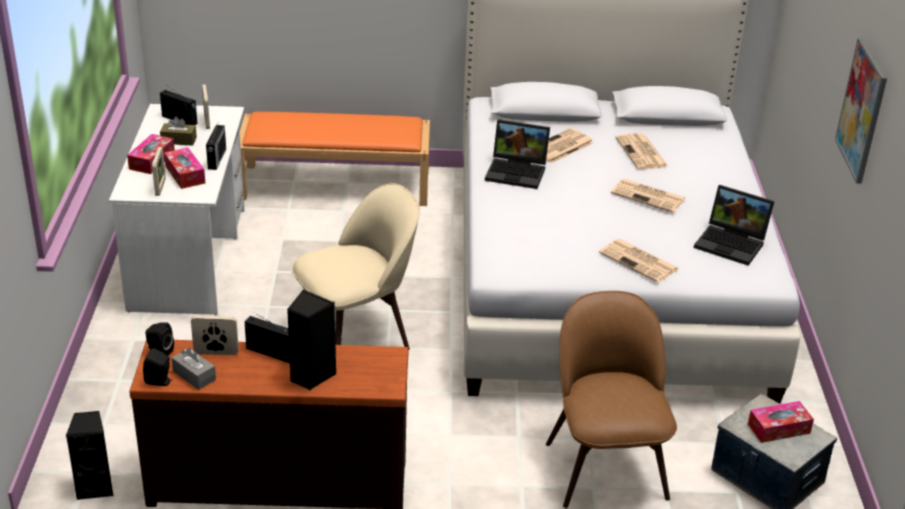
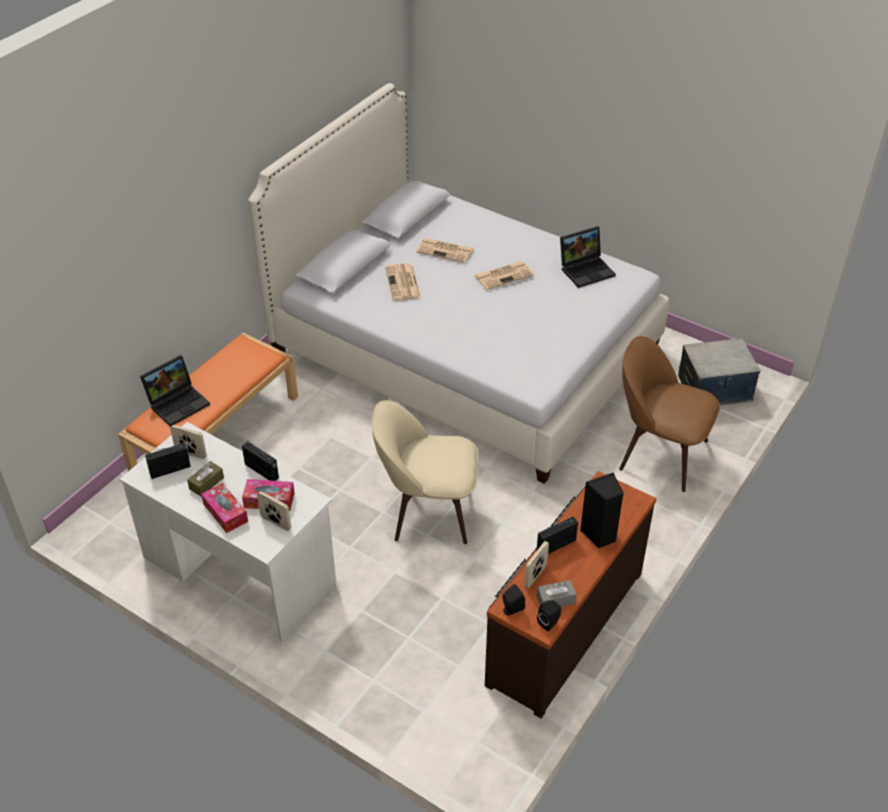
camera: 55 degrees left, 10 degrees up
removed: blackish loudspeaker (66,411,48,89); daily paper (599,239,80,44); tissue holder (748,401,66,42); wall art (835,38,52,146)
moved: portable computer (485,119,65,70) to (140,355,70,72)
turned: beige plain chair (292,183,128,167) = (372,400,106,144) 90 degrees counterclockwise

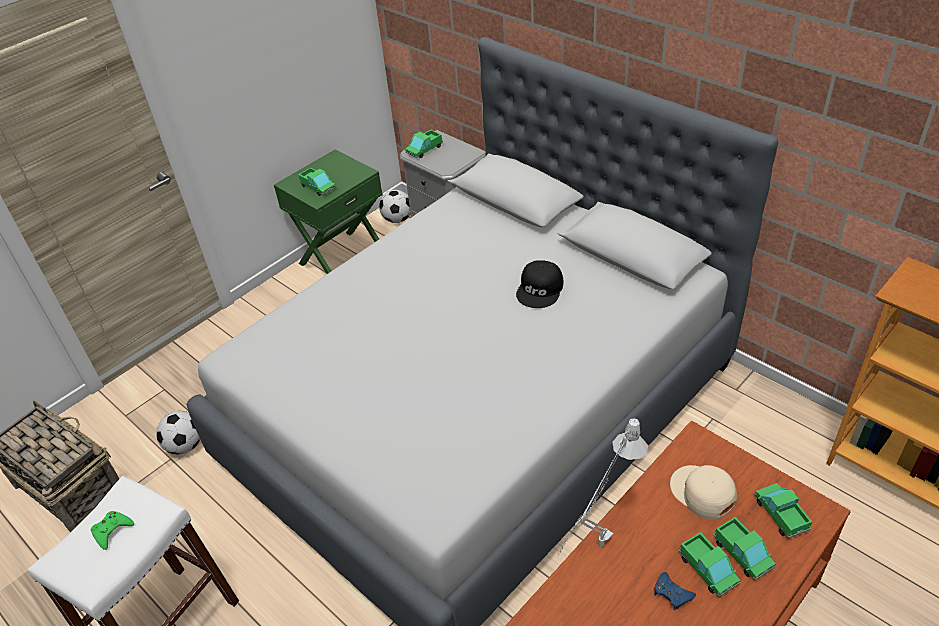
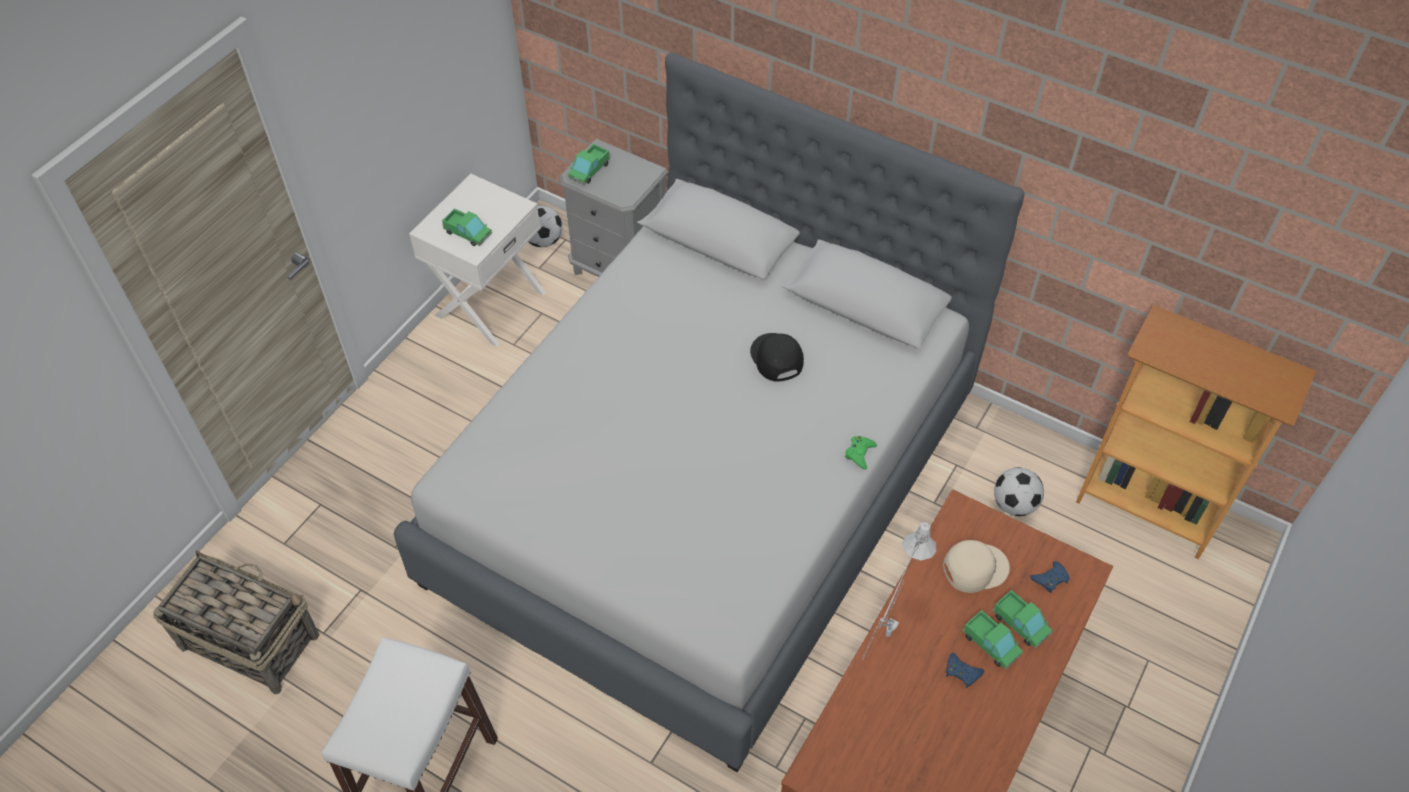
camera: 15 degrees left, 10 degrees up
moved: greenish joypad (91,511,43,39) to (845,436,32,33); ball for football (156,411,44,43) to (994,467,50,49)
replaced: toy lorry (754,483,58,56) to blue-coloured joypad (1030,561,40,32)
recoloured: greenish night table (274,150,109,124) to whitish night table (409,174,137,173)
turned: blackish baseball cap (516,260,47,48) = (750,333,54,49) 150 degrees clockwise; beige baseball cap (670,465,67,55) = (943,540,67,53) 120 degrees clockwise

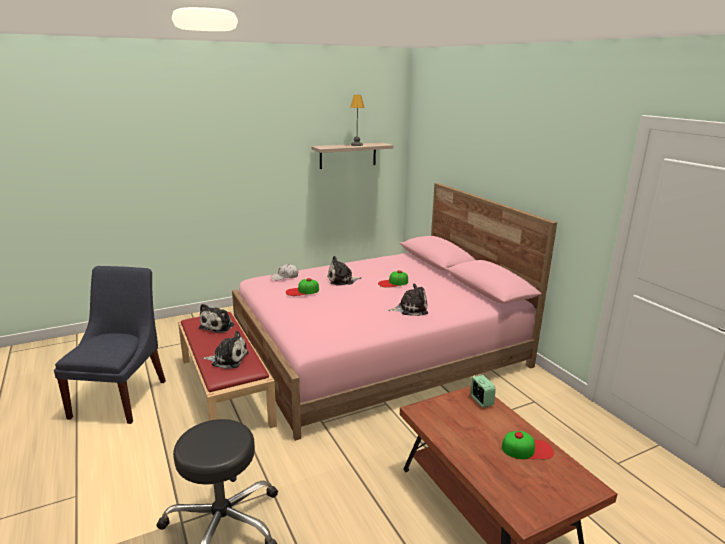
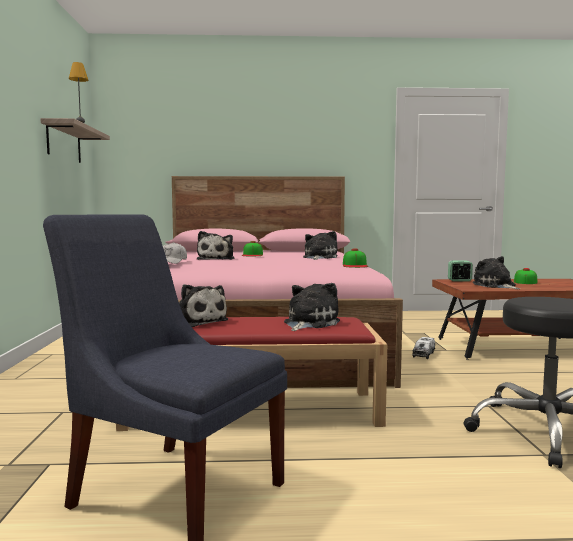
camera: 65 degrees left, 15 degrees down
added: toy lorry (412,337,23,22); plush toy (473,256,47,33)
moved: baseball cap (286,278,33,18) to (343,248,25,20)

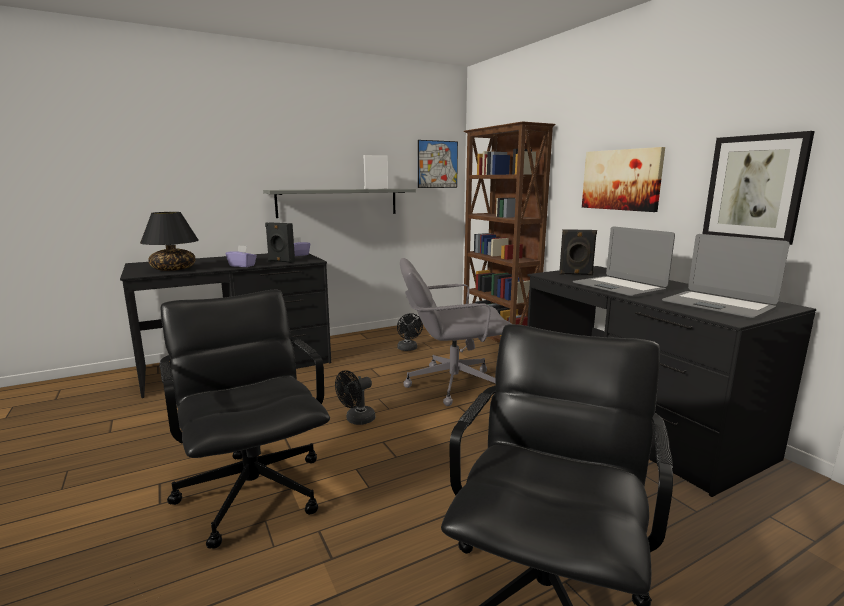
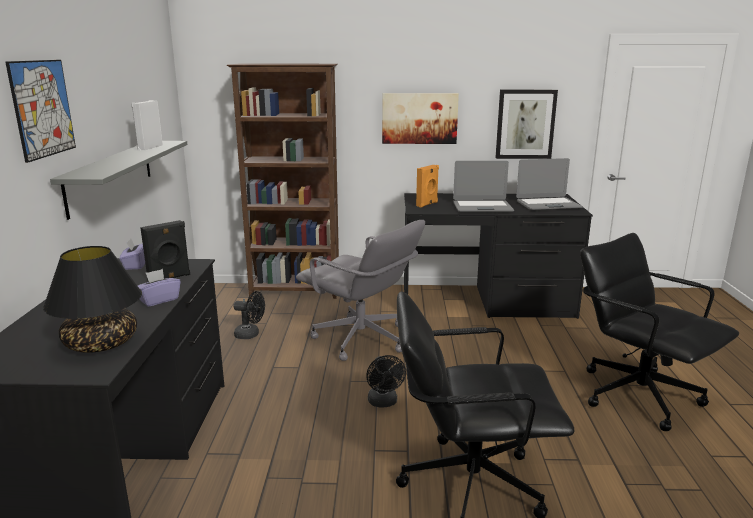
camera: 60 degrees left, 5 degrees up
moved: wall art (418,140,40,48) to (5,60,71,103)
recoloured: blackish loudspeaker (559,229,38,47) to orange-coloured loudspeaker (416,165,23,42)
turned: greyish desk chair (400,258,111,148) = (296,220,129,141) 75 degrees counterclockwise

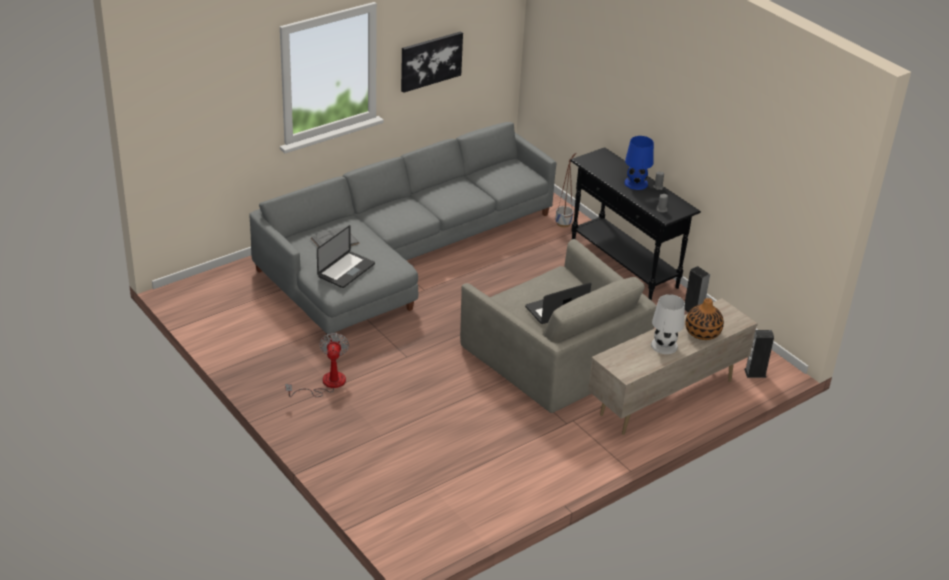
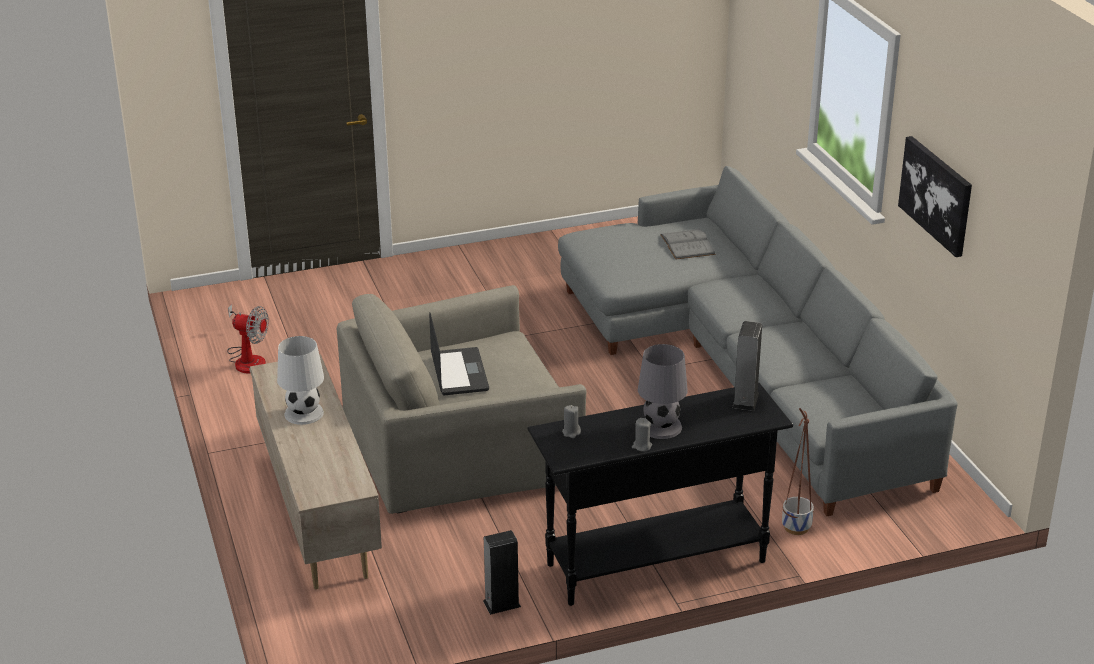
camera: 110 degrees right, 5 degrees down
removed: portable computer (317,225,58,63); decorative vase (685,298,39,42)
moved: electric fan (285,333,64,64) to (227,304,42,70); loudspeaker (744,330,30,48) to (732,321,30,90)
recoloured: blue-coloured table lamp (624,136,30,54) to greyish table lamp (638,344,50,95)

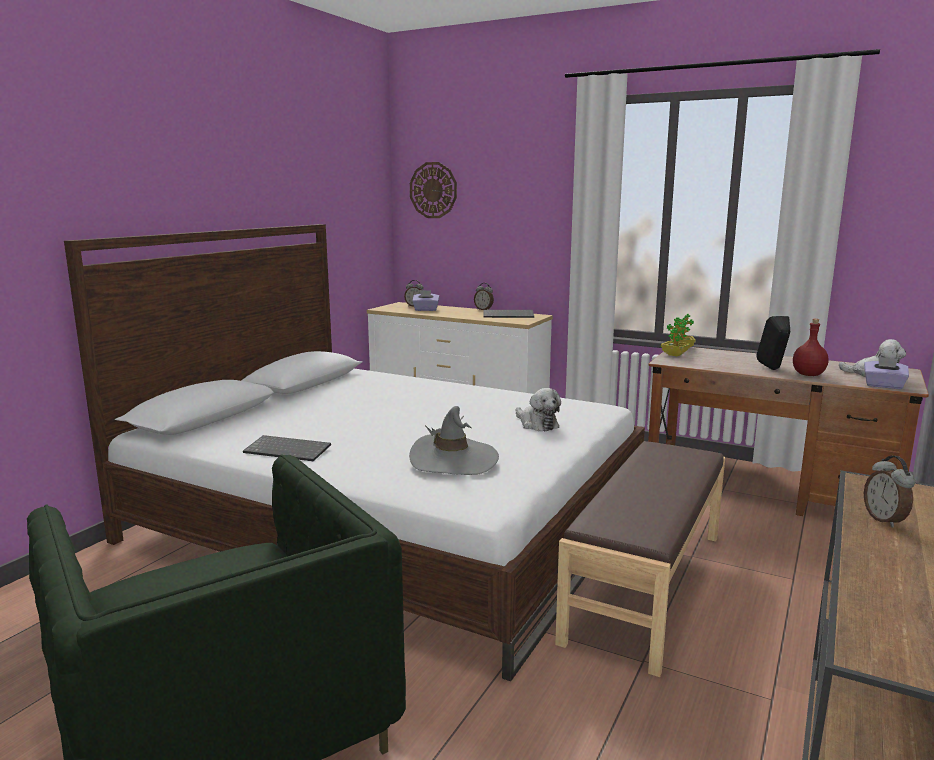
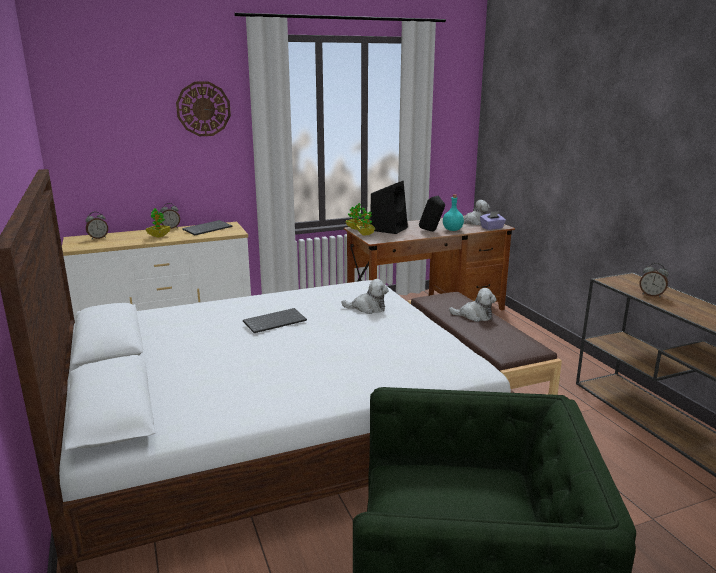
camera: 50 degrees left, 5 degrees up
removed: greyish clothing hat (409,406,90,69); purple tissue holder (412,290,27,21)
added: potted plant (146,208,25,30); blackish loudspeaker (371,181,37,53); plush toy (449,288,48,34)
moved: hanging clock (410,162,47,56) to (176,82,55,54); computer keyboard (243,435,88,26) to (243,308,64,25)
recoloured: reddish drink bottle (793,319,36,57) to turquoise drink bottle (443,194,21,37)

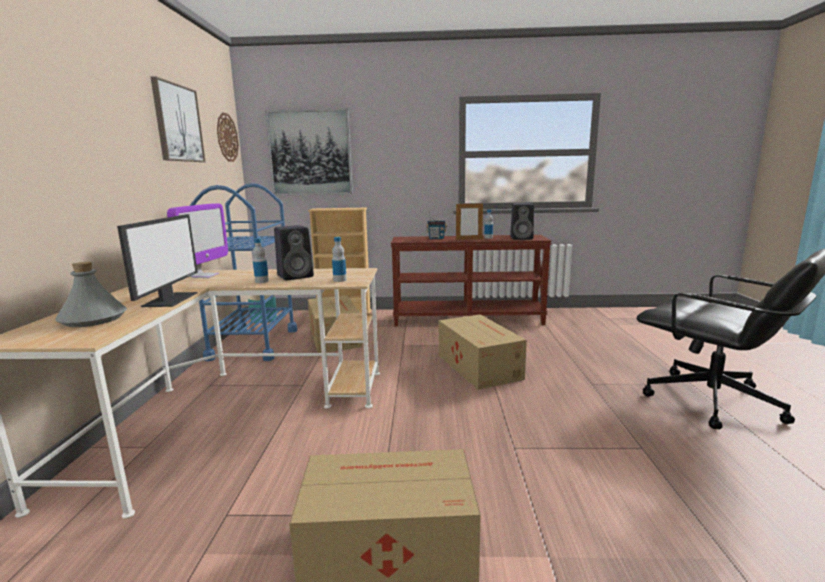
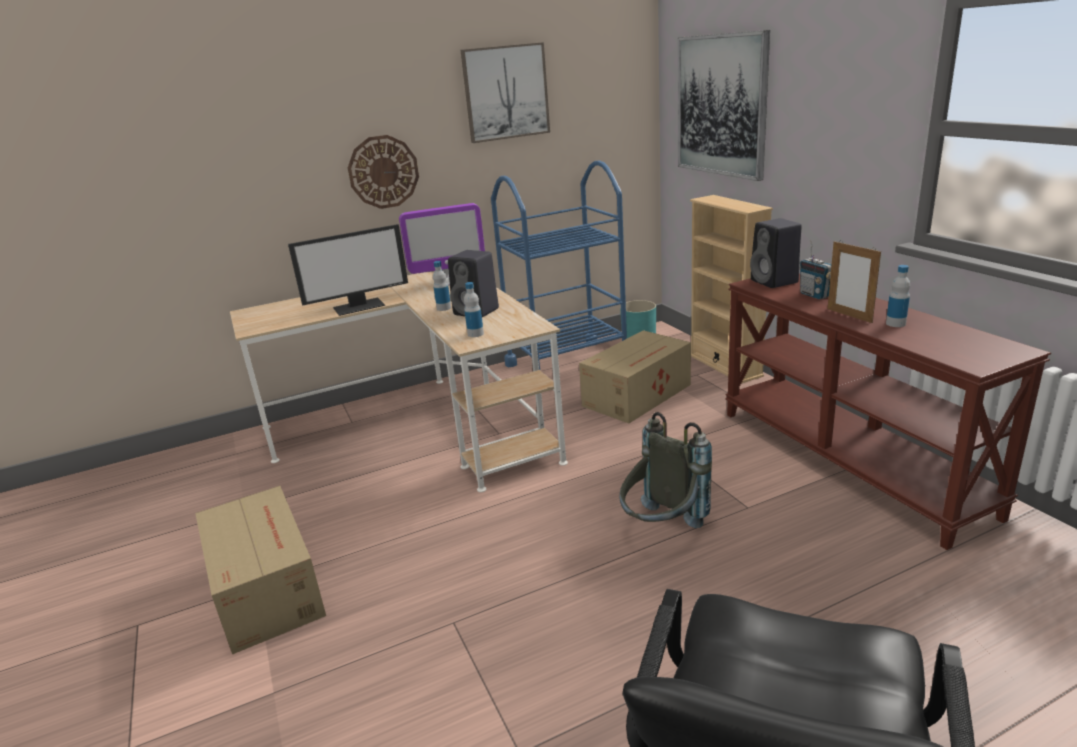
camera: 65 degrees right, 10 degrees up
removed: greyish drink bottle (55,262,72,65)
moved: hanging clock (217,112,22,50) to (348,135,71,74); blackish loudspeaker (510,203,24,37) to (750,218,52,70)
replaced: packing box (439,314,88,76) to greyish knapsack (619,412,93,116)

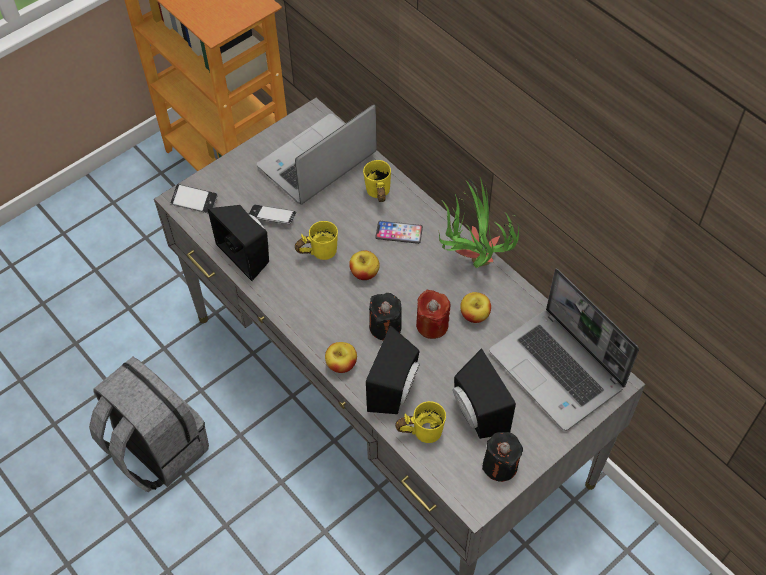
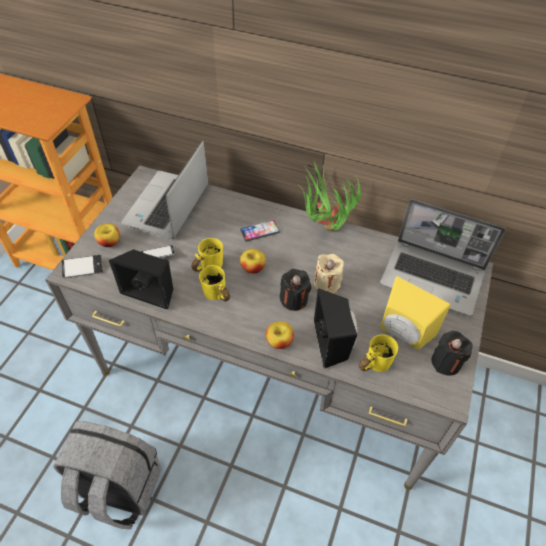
camera: 30 degrees left, 5 degrees down
moved: whole apple (460,292,31,31) to (94,223,26,24); yellowish tea mug (363,160,28,42) to (199,265,31,36)
recoloured: reddish wax candle (416,290,35,49) to beige wax candle (314,254,30,40); blackish loudspeaker (453,349,63,90) to yellowish loudspeaker (380,276,70,74)

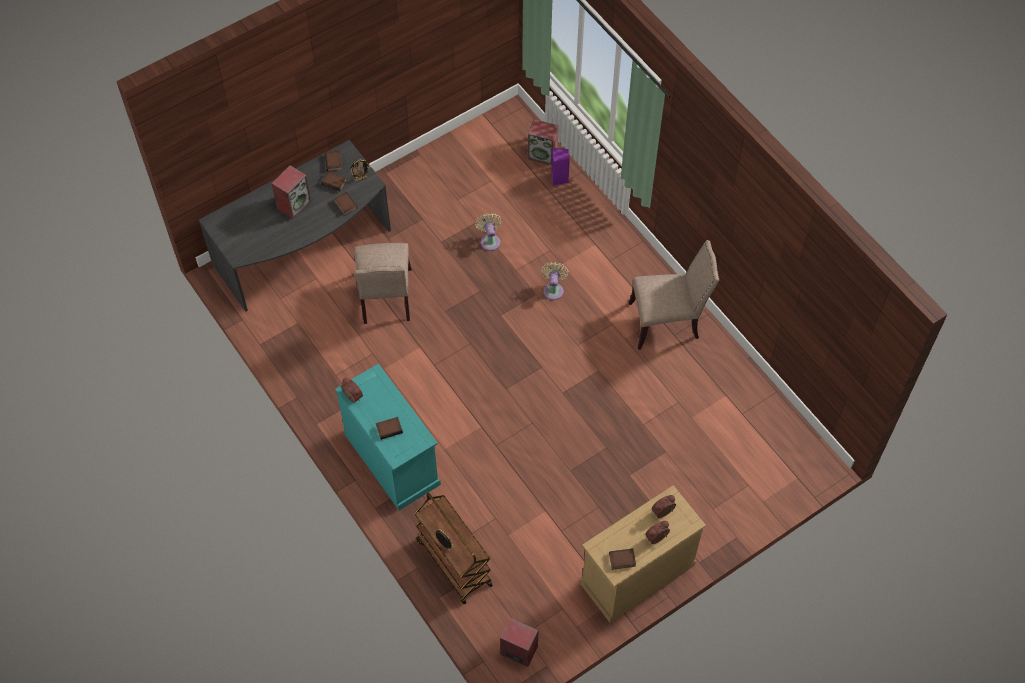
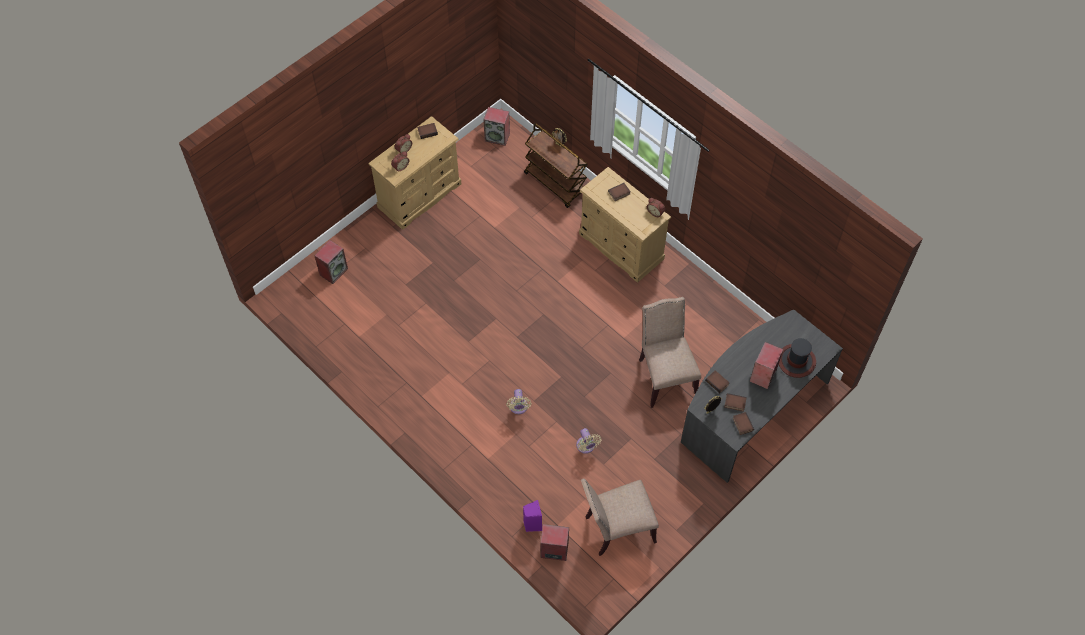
camera: 170 degrees right, 0 degrees up
added: loudspeaker (314,240,34,44); clothing hat (779,338,37,40)
moved: beige plain chair (629,240,90,110) to (581,478,78,78)
recoloured: turquoise dresser (335,364,106,146) to beige dresser (579,167,92,116)

